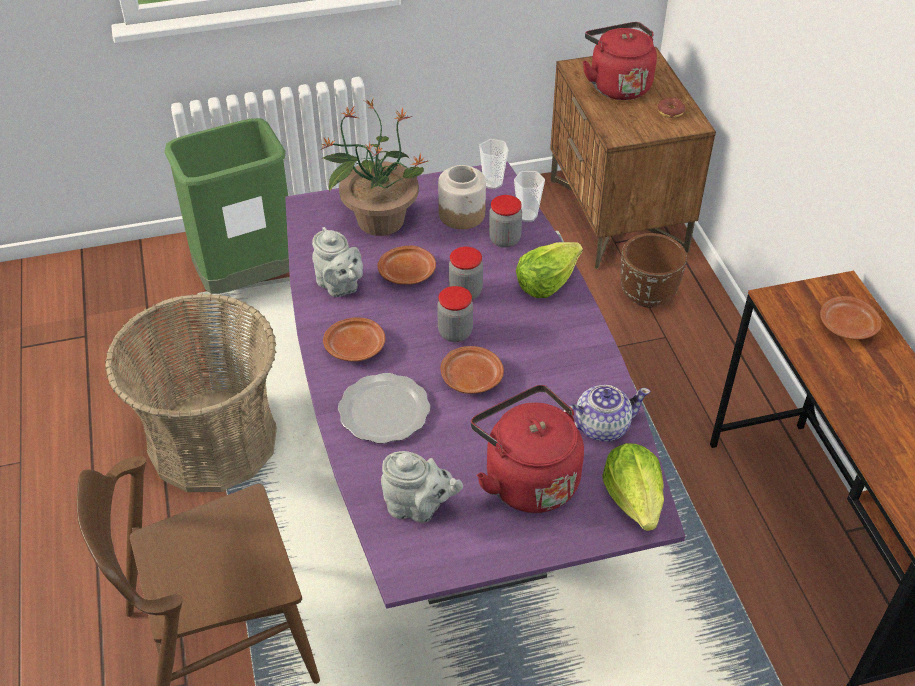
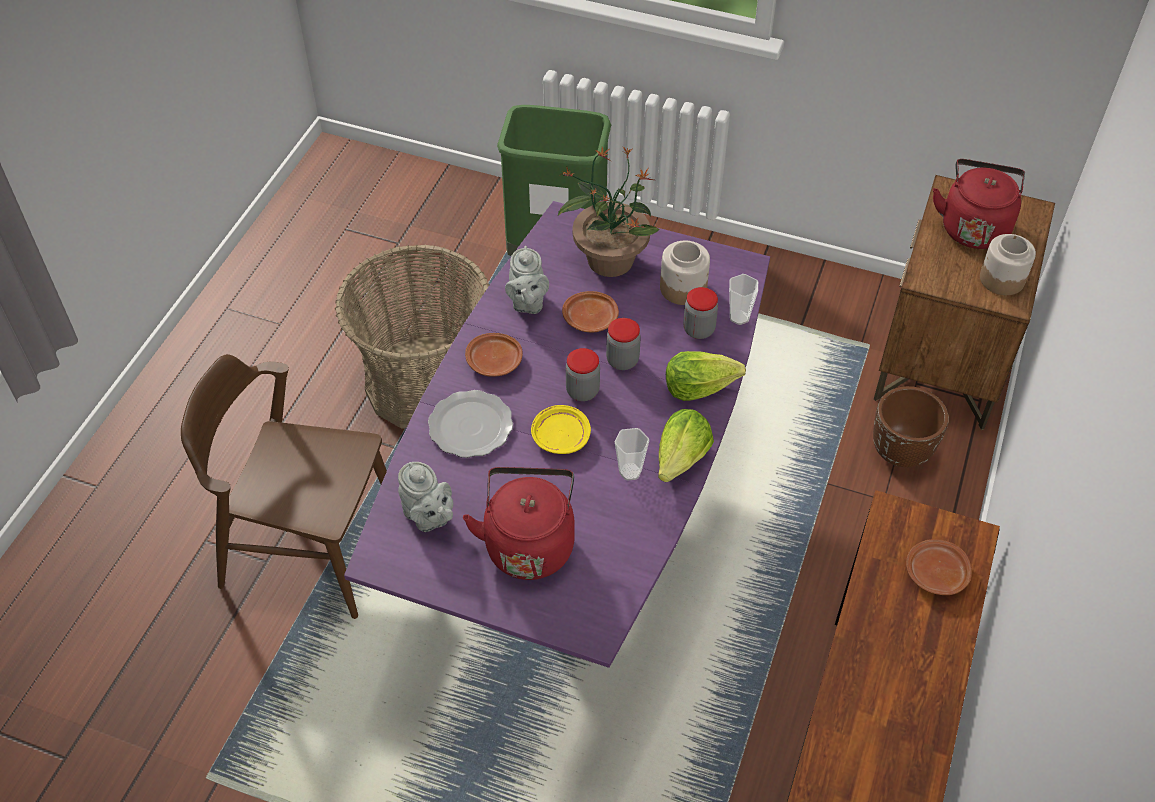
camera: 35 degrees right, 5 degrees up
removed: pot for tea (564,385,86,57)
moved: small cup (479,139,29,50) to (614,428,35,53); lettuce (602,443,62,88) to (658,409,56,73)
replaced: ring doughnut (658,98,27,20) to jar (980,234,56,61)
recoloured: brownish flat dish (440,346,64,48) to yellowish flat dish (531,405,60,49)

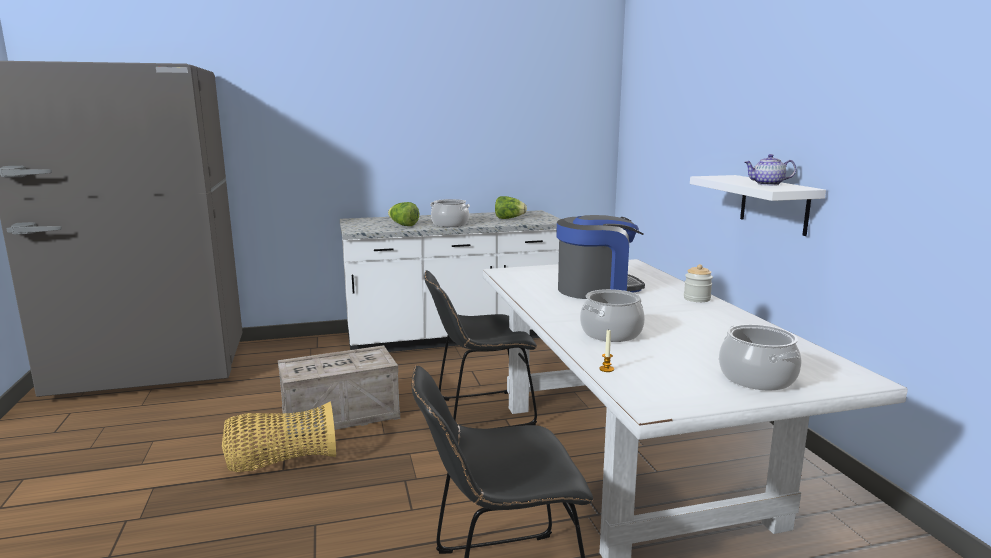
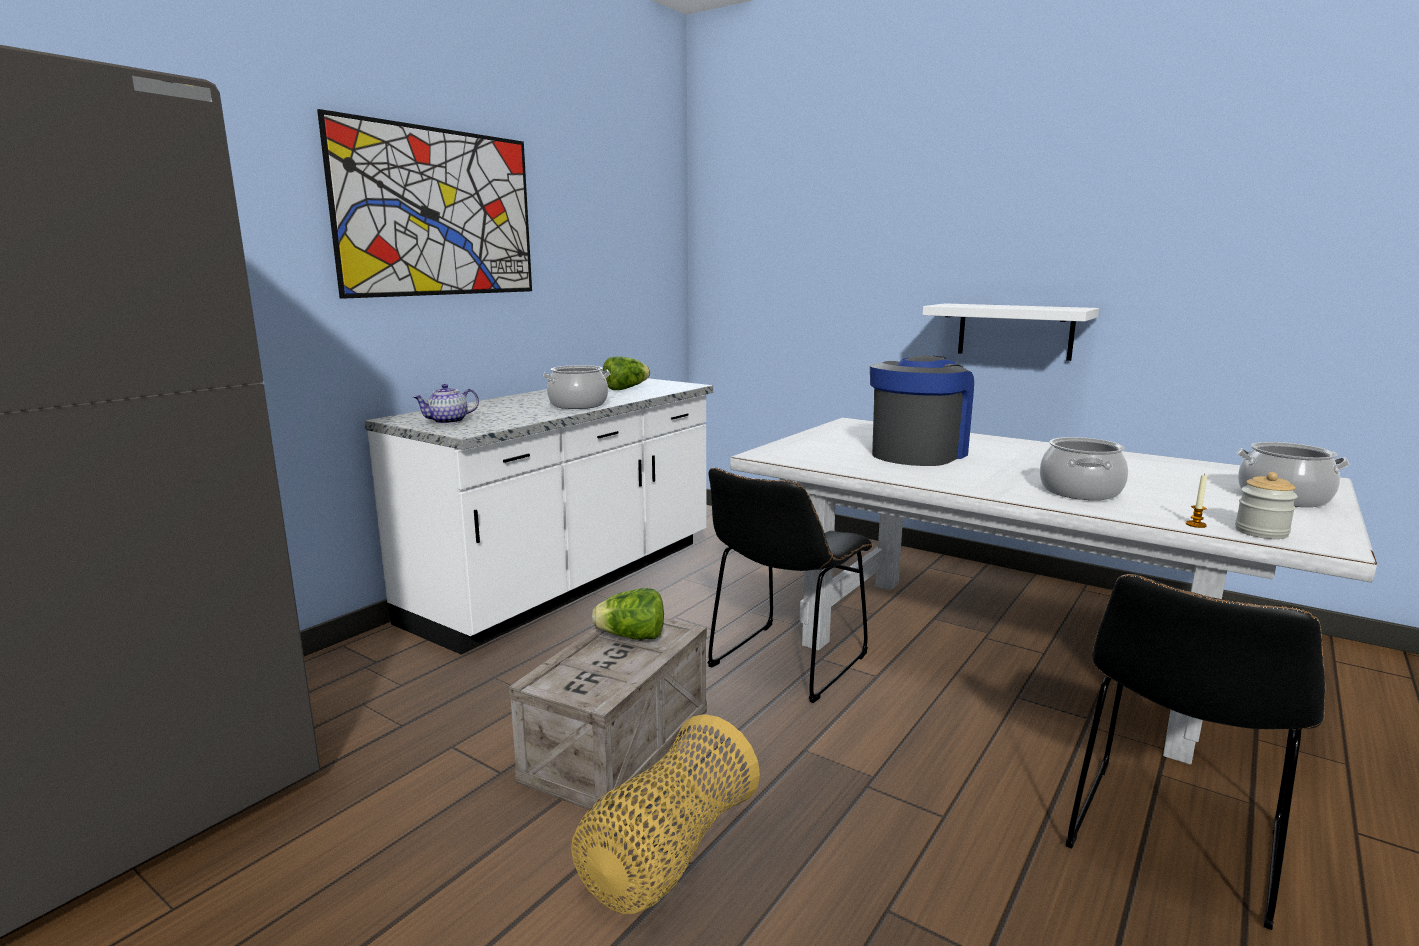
camera: 40 degrees left, 0 degrees up
added: wall art (317,109,215,190)
moved: pot for tea (744,154,52,32) to (413,384,66,40); lettuce (388,202,31,24) to (592,588,72,52); jar (684,264,29,38) to (1235,472,63,67)

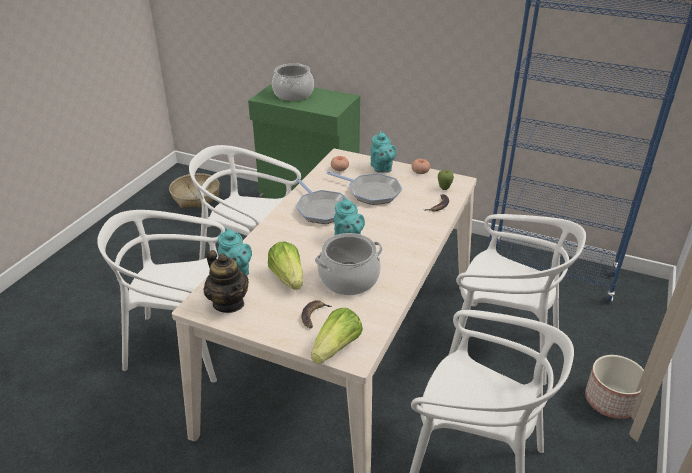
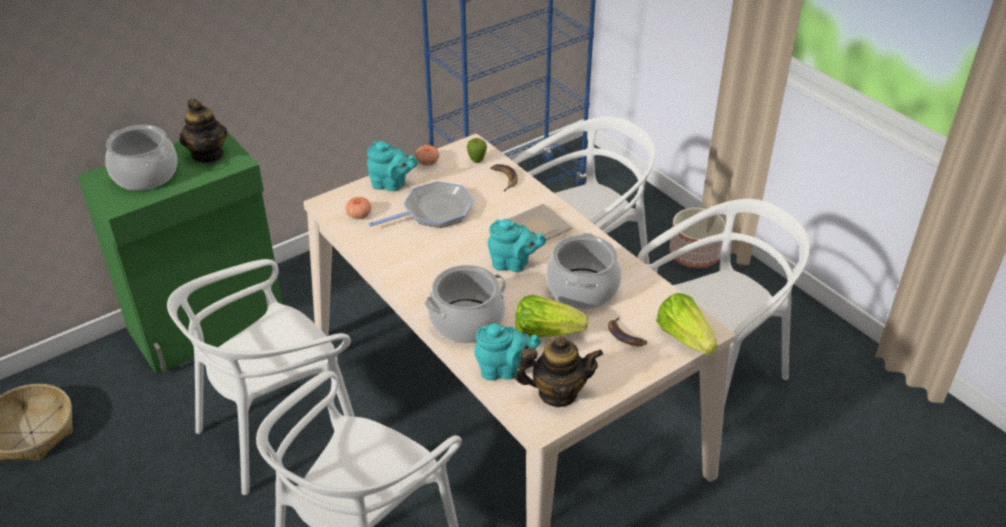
camera: 60 degrees left, 5 degrees up
removed: pan (296,178,52,46)
added: pot for tea (180,99,47,64); saucepot (424,265,83,78); flat dish (509,204,64,36)

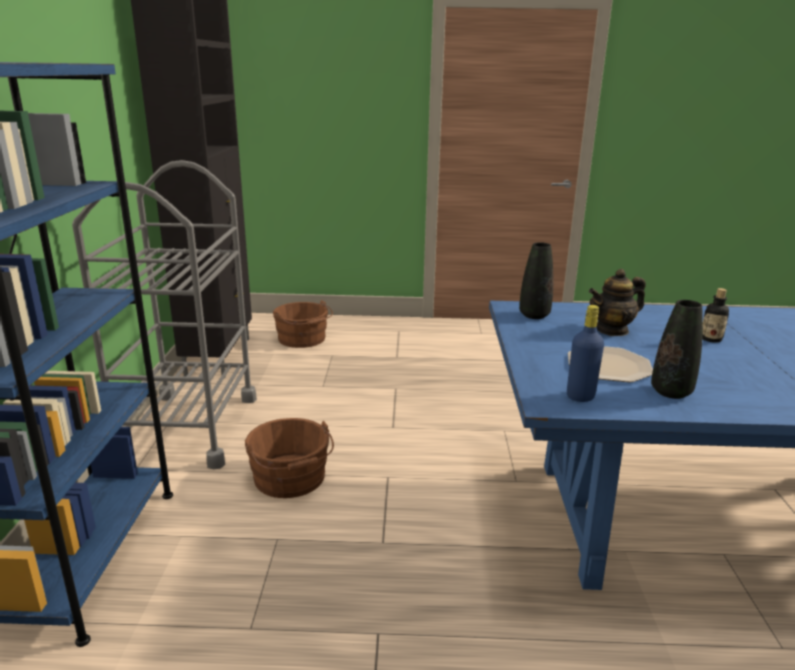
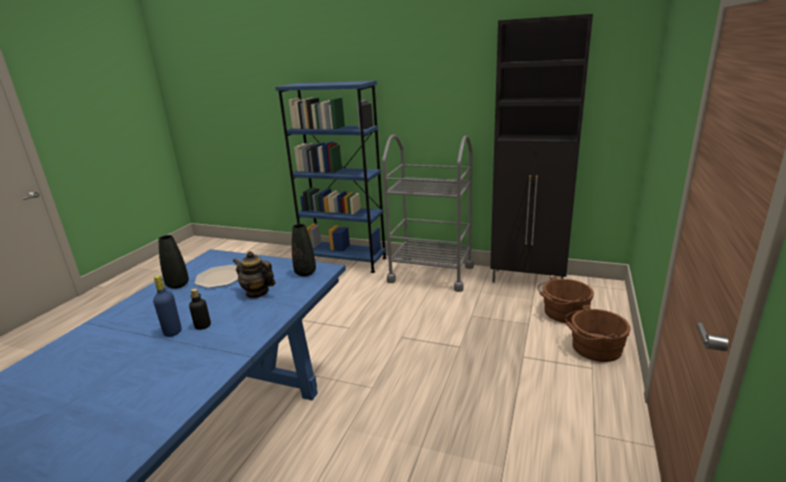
camera: 110 degrees right, 0 degrees up
moved: blue-coloured drink bottle (567,305,37,97) to (153,275,29,62); brownish water bucket (245,418,89,80) to (565,305,65,57)
turned: pot for tea (589,269,57,67) = (233,251,43,48) 60 degrees counterclockwise

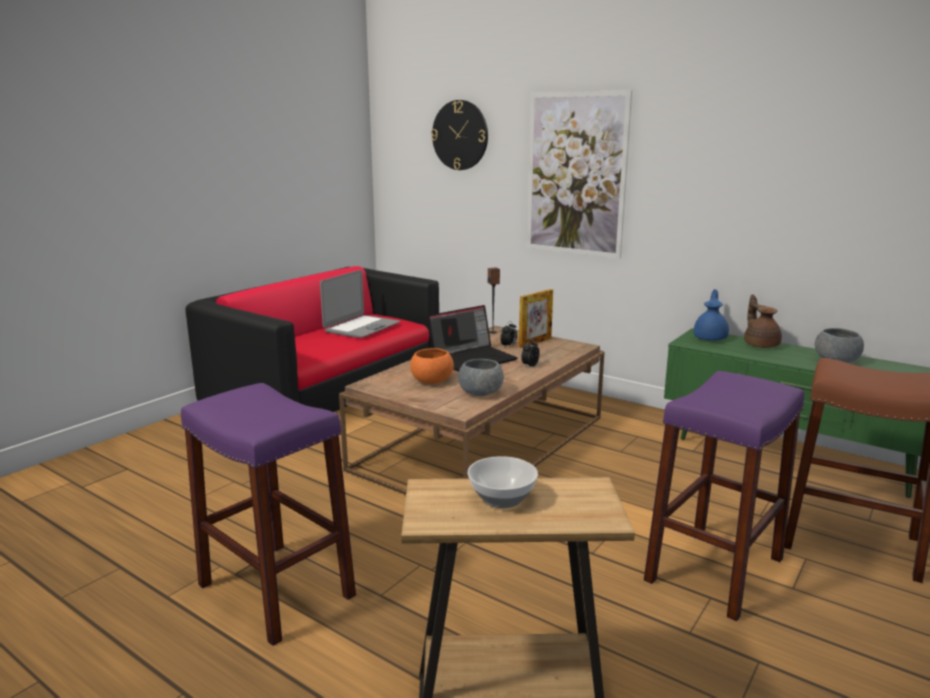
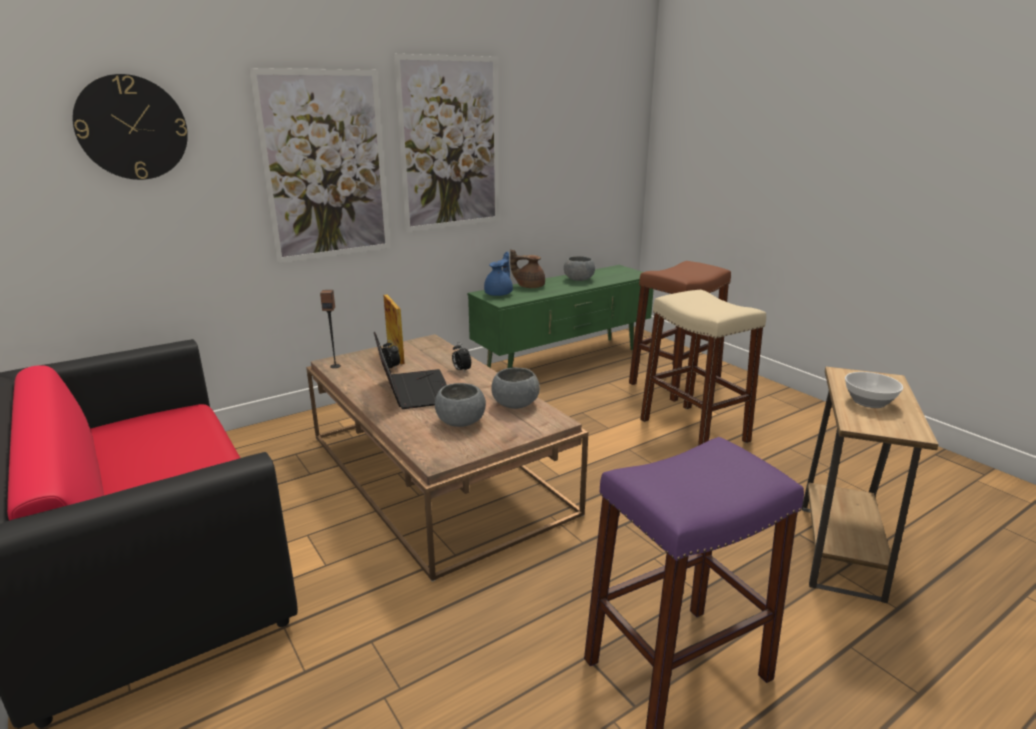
camera: 70 degrees left, 5 degrees up
removed: portable computer (320,270,80,68)
added: wall art (393,54,106,178)
recoloured: orange-coloured deep dish (410,348,44,36) to greyish deep dish (435,383,51,44); purple stool (644,371,160,250) to beige stool (640,290,126,156)
turned: blue-coloured pot for tea (694,289,35,52) = (484,251,29,45) 75 degrees clockwise

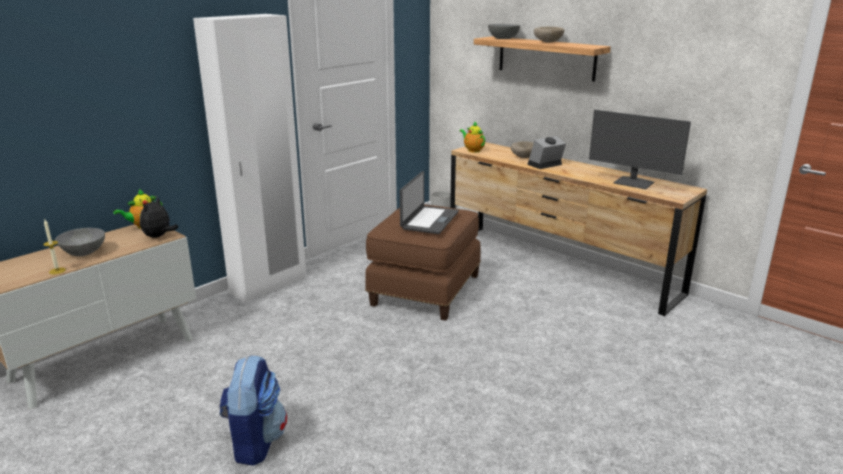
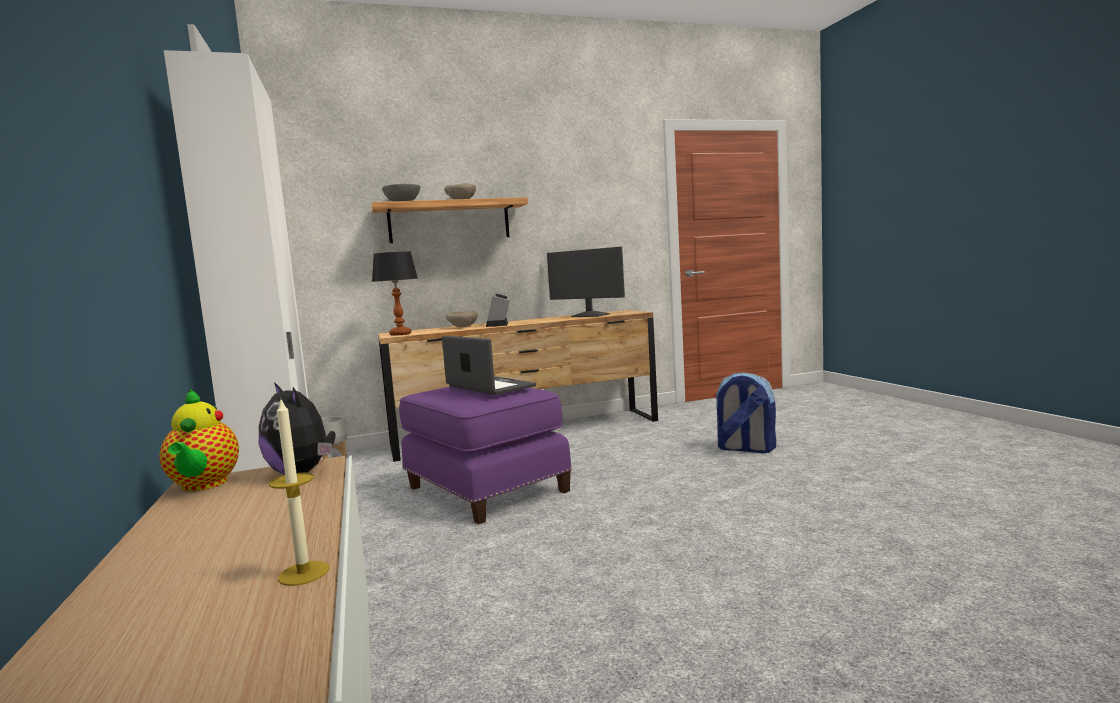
camera: 60 degrees left, 15 degrees down
removed: greyish deep dish (55,228,50,28)
moved: knapsack (219,355,68,111) to (714,372,62,81)
replaced: pot for tea (459,122,26,30) to table lamp (372,251,46,85)
recoloured: brownish footrest (365,205,116,116) to purple footrest (399,386,173,138)
turned: computer screen (589,110,102,79) = (547,247,78,70) 60 degrees clockwise

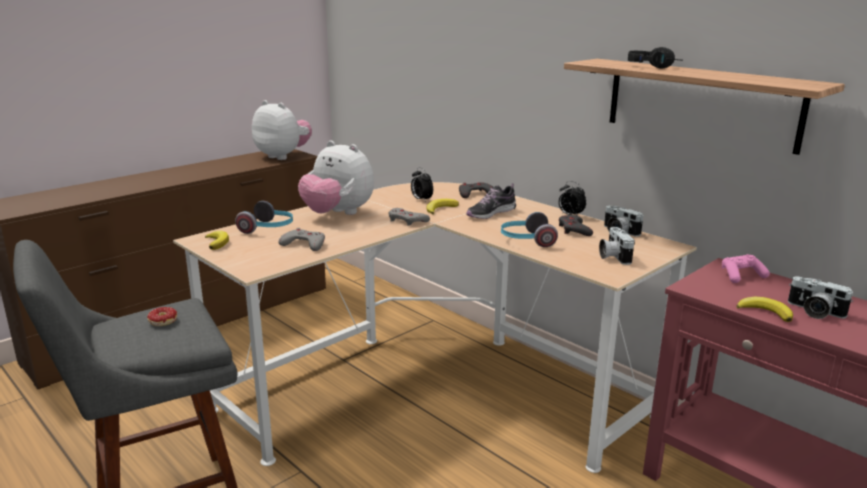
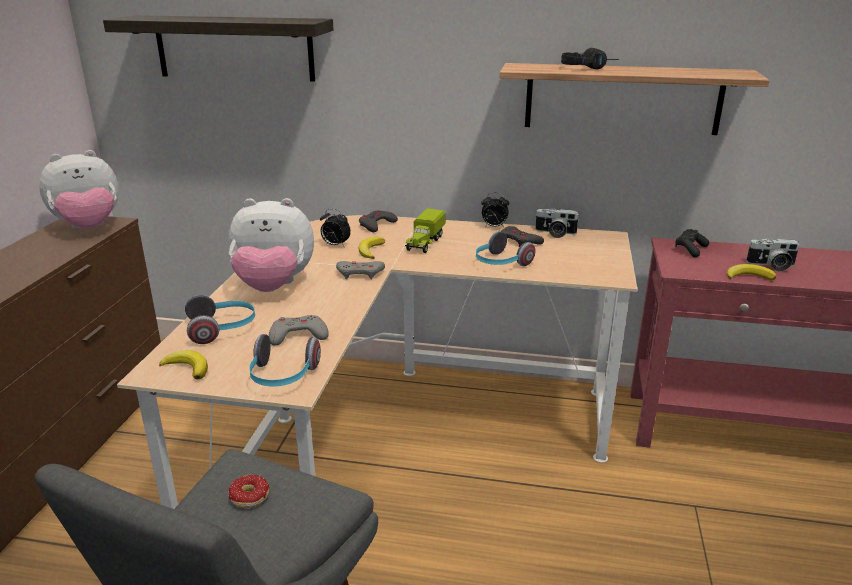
camera: 35 degrees left, 5 degrees up
removed: still camera (599,227,36,38)
added: bracket shelf (103,15,230,67); headphones (249,334,72,52)
replaced: item of footwear (466,183,50,36) to toy lorry (405,208,40,45)
recoloured: pink-coloured joypad (722,254,48,29) to blackish joypad (675,229,34,28)
turned: plush toy (252,100,60,60) = (39,150,80,79) 150 degrees clockwise

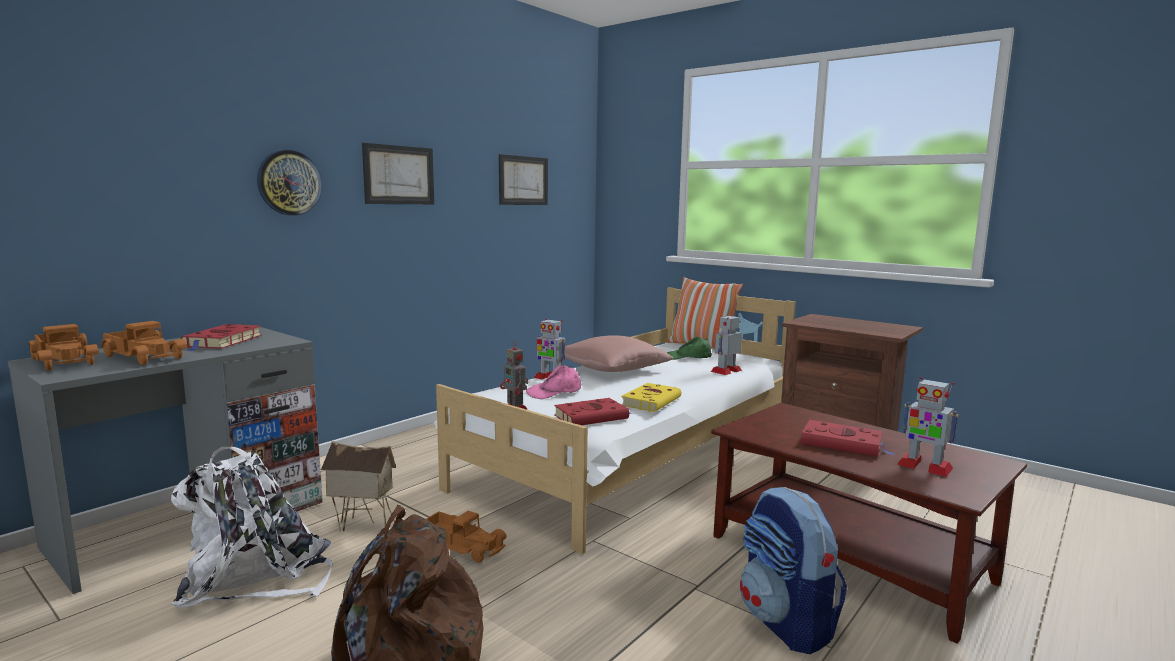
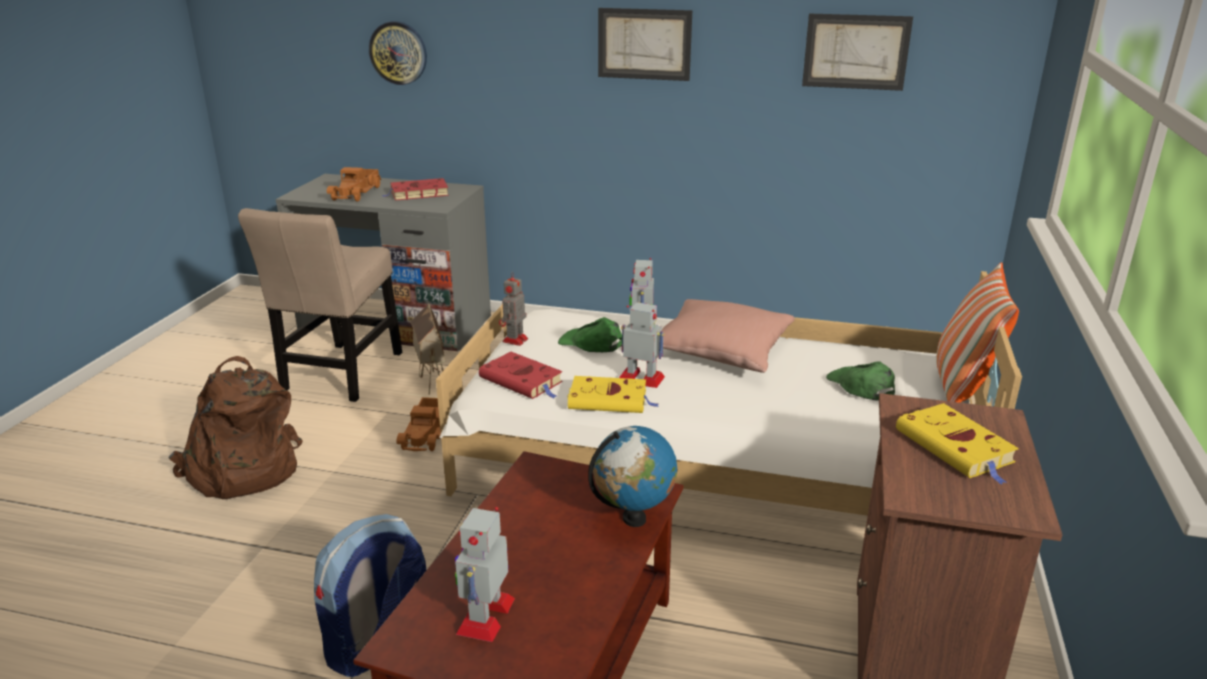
camera: 65 degrees right, 15 degrees up
removed: toy lorry (29,324,70,47); reddish volume (801,420,95,37)
added: desk globe (588,426,89,101); yellowish volume (896,403,123,82)
moved: hanging clock (257,150,65,66) to (369,21,58,64); robot figure (711,316,31,59) to (619,302,46,86)
replaced: whitish knapsack (171,447,161,160) to beige plain chair (238,208,164,194)
recoloured: pink-coloured baseball cap (526,365,55,34) to greenish baseball cap (558,317,64,35)

